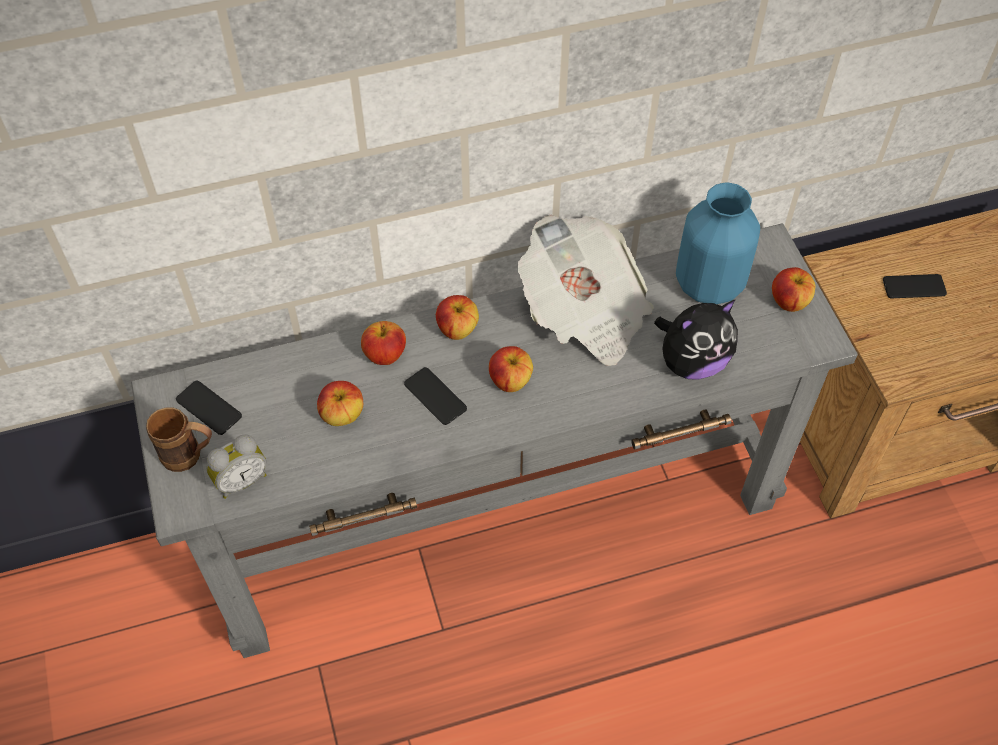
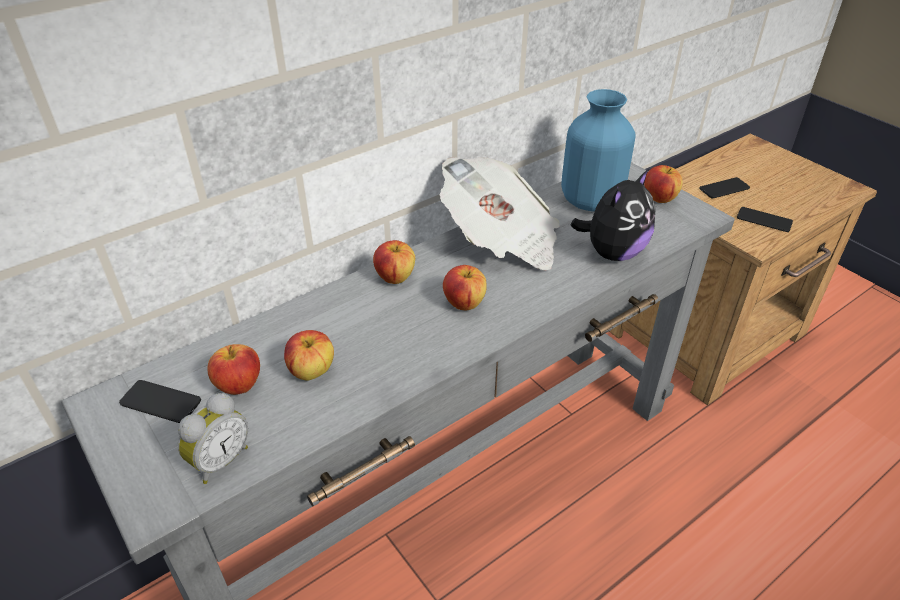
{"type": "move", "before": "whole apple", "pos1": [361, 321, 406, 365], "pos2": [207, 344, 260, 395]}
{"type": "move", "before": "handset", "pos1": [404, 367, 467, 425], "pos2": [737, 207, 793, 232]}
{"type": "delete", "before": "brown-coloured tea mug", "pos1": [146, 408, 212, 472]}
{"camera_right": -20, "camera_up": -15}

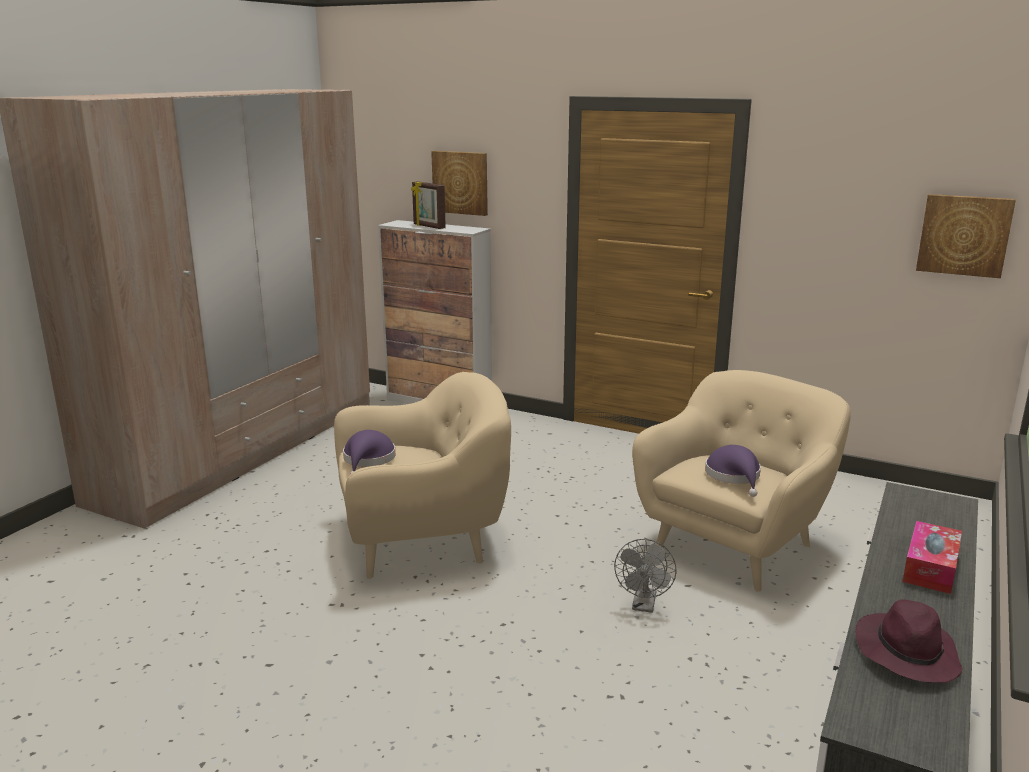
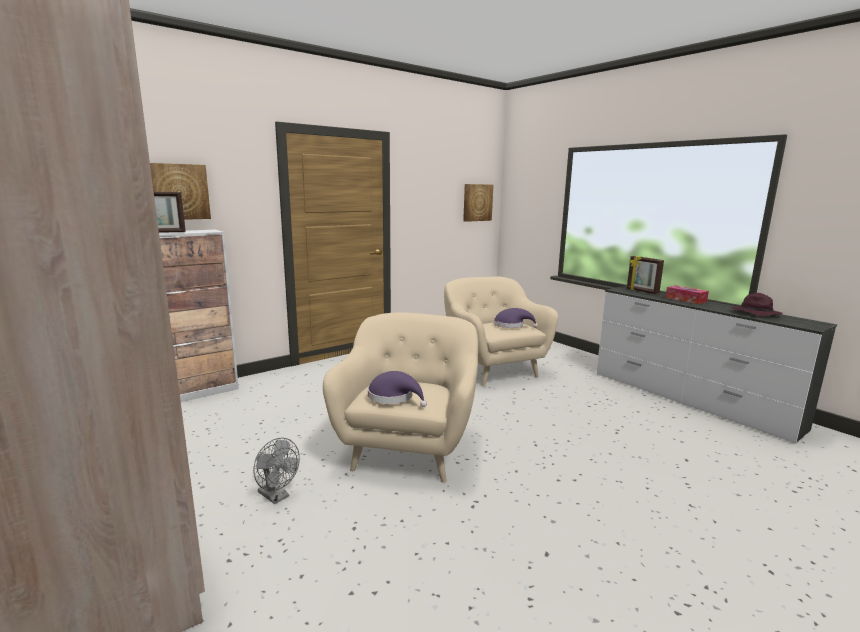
{"type": "move", "before": "grey cooling fan", "pos1": [614, 539, 677, 613], "pos2": [253, 438, 300, 504]}
{"type": "insert", "after": "standing frame", "pos2": [627, 256, 664, 294]}
{"camera_right": -65, "camera_up": -5}

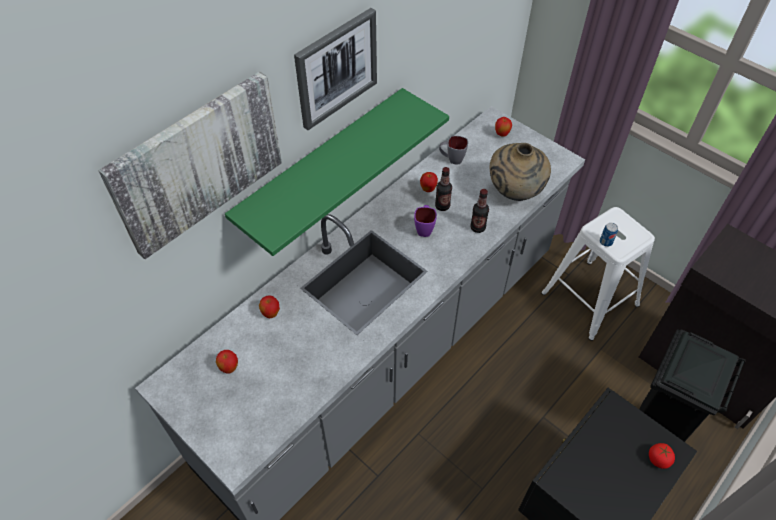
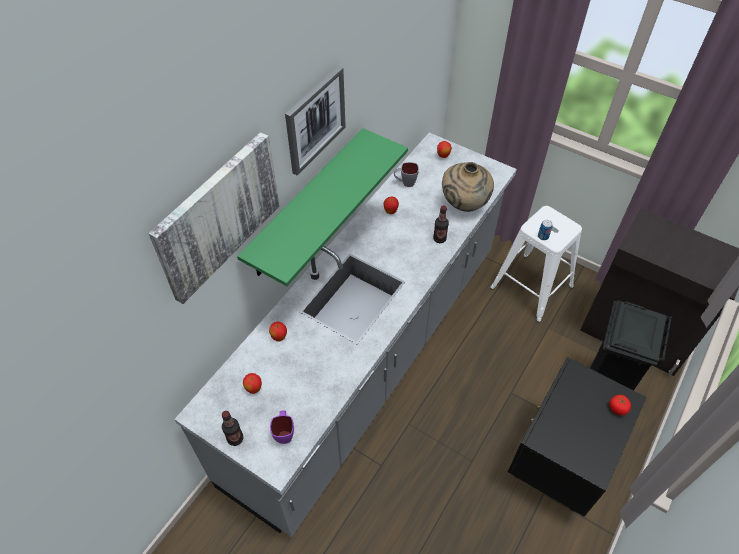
{"type": "move", "before": "bottle", "pos1": [435, 167, 452, 211], "pos2": [222, 411, 243, 446]}
{"type": "move", "before": "purple-coloured tea mug", "pos1": [414, 205, 437, 237], "pos2": [270, 410, 294, 444]}
{"camera_right": -10, "camera_up": 0}

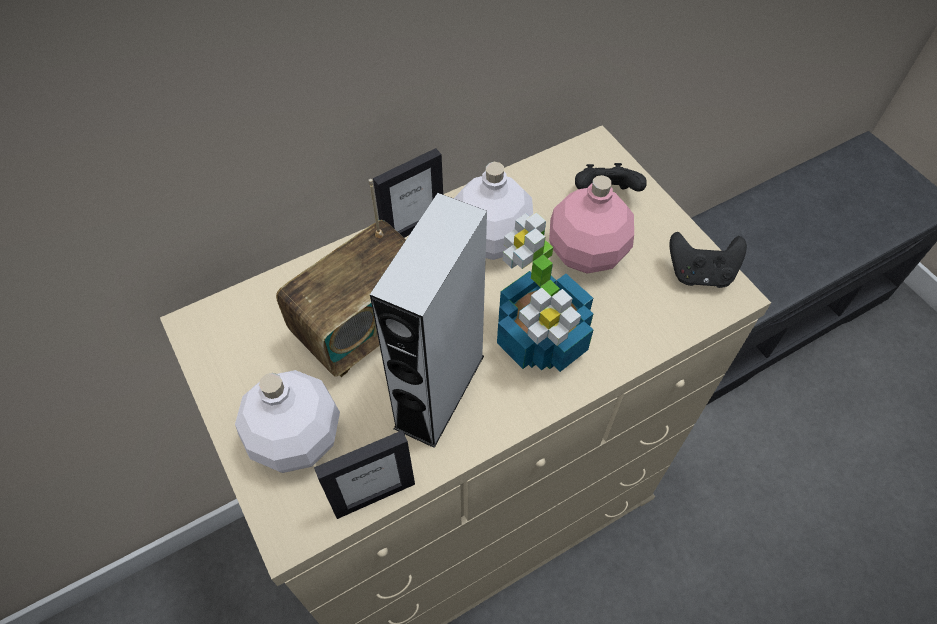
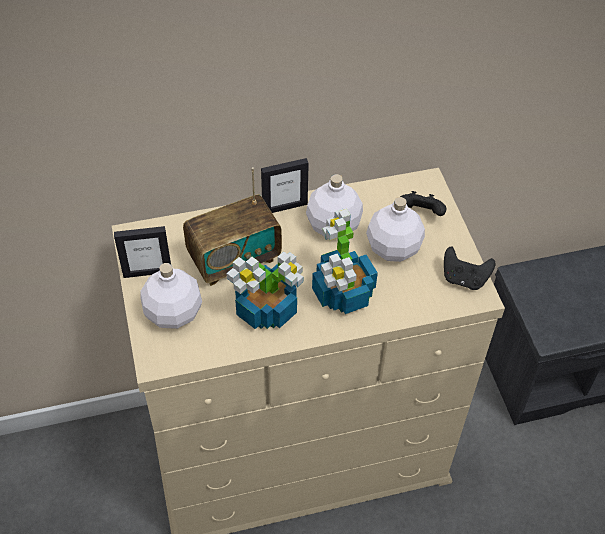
{"type": "move", "before": "standing frame", "pos1": [314, 430, 415, 519], "pos2": [114, 226, 171, 278]}
{"type": "replace", "before": "grey speaker", "after": "plant in a pot", "pos1": [370, 193, 487, 448], "pos2": [226, 252, 303, 329]}
{"type": "recolor", "before": "pink-coloured bottle", "after": "whitish bottle", "pos1": [549, 175, 634, 274], "pos2": [366, 197, 425, 262]}
{"camera_right": 15, "camera_up": -5}

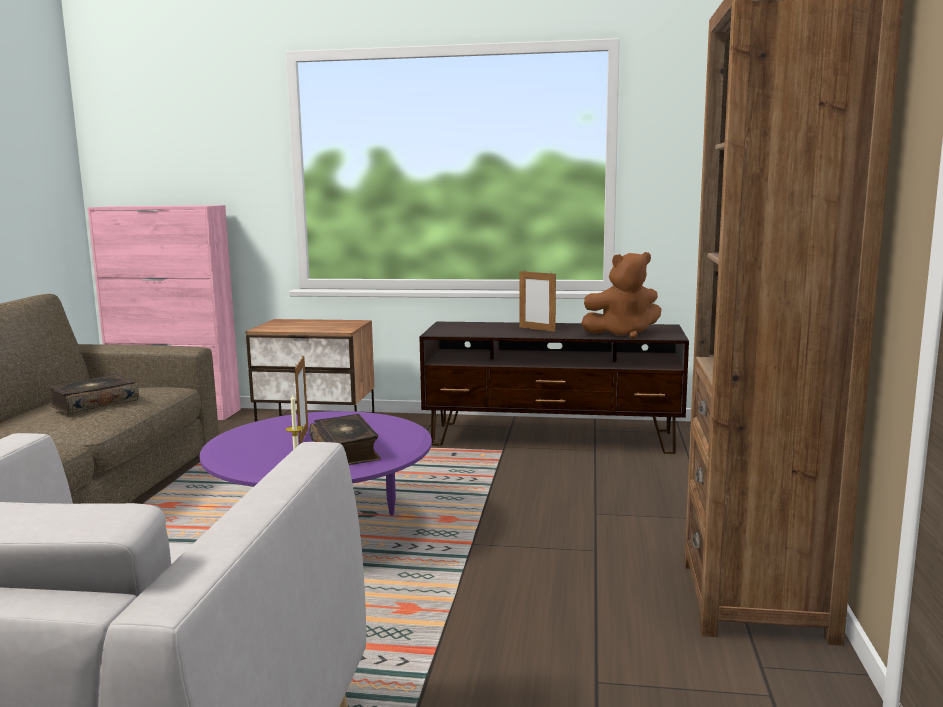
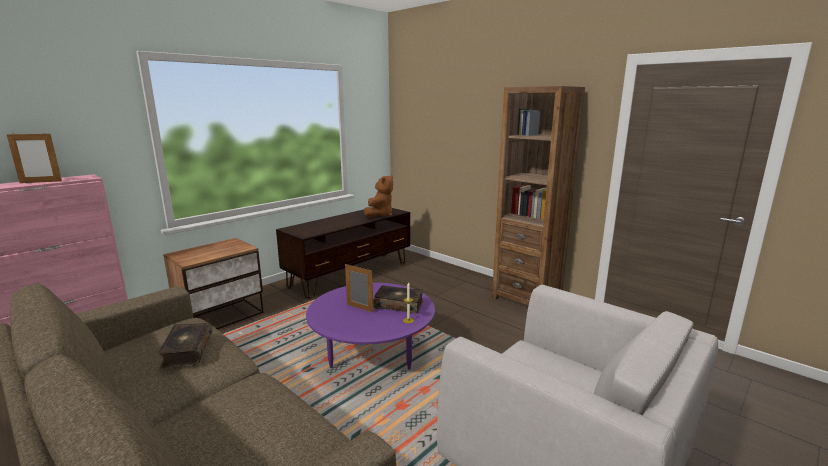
{"type": "move", "before": "standing frame", "pos1": [519, 271, 556, 332], "pos2": [7, 133, 62, 183]}
{"camera_right": -55, "camera_up": 5}

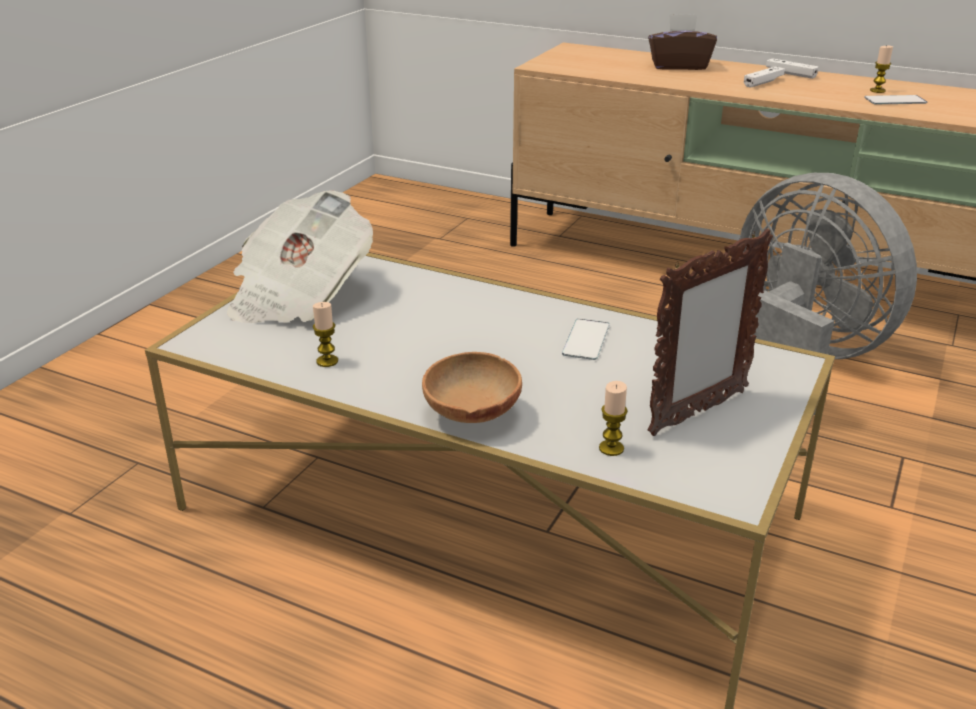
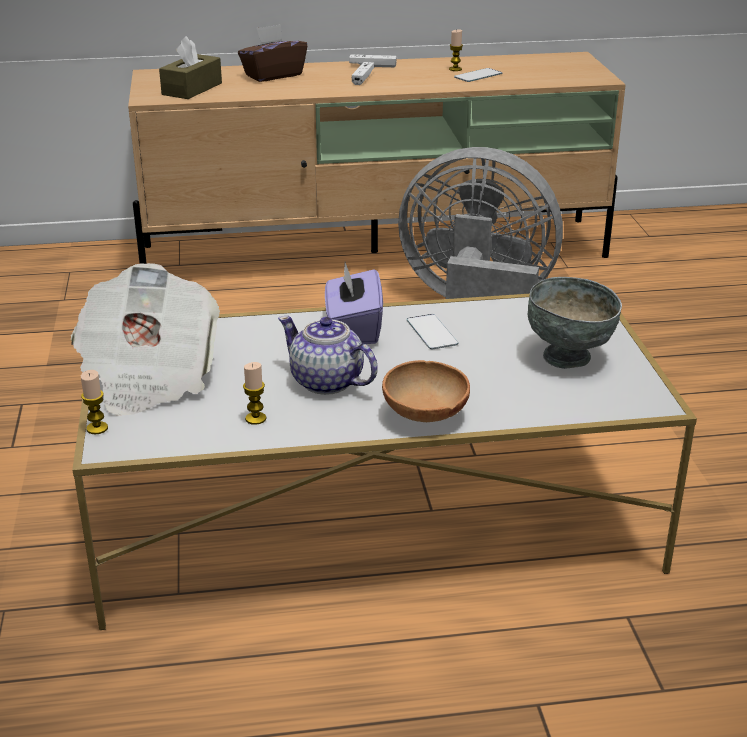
{"type": "move", "before": "candle", "pos1": [599, 381, 628, 456], "pos2": [81, 370, 108, 434]}
{"type": "insert", "after": "brown-coloured box of tissues", "pos2": [159, 36, 222, 99]}
{"type": "insert", "after": "tea pot", "pos2": [278, 316, 378, 395]}
{"type": "insert", "after": "purple-coloured box of tissues", "pos2": [325, 262, 383, 344]}
{"type": "replace", "before": "standing frame", "after": "grey serving bowl", "pos1": [648, 229, 773, 436], "pos2": [528, 277, 622, 369]}
{"camera_right": -35, "camera_up": 0}

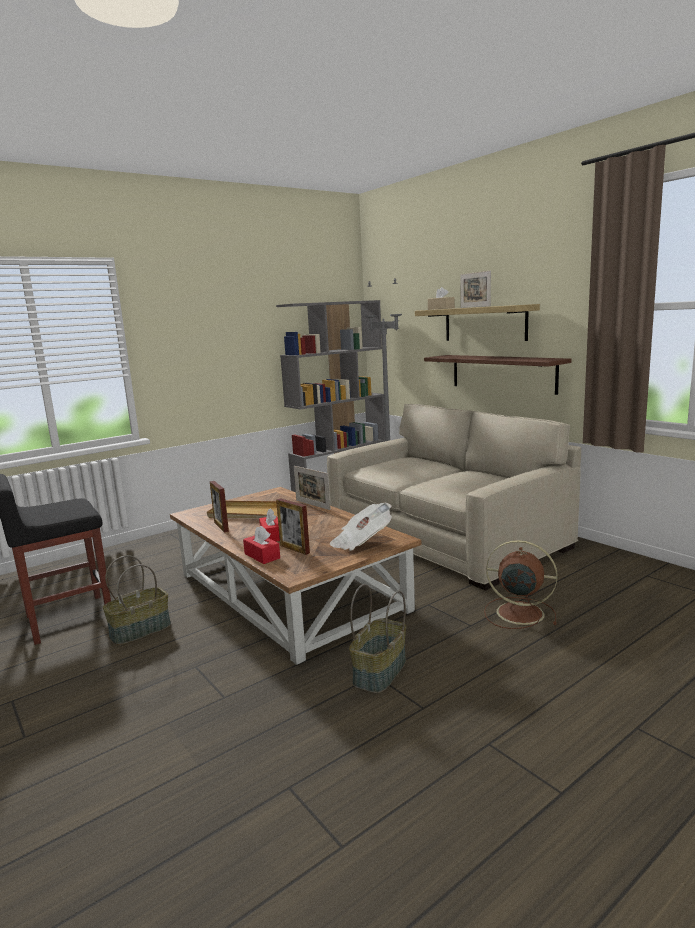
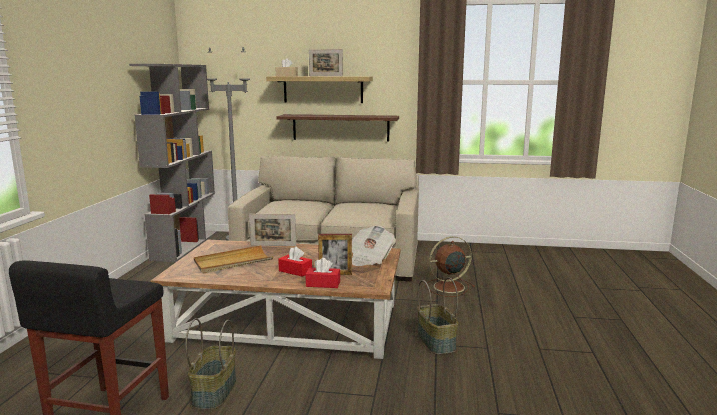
{"type": "delete", "before": "standing frame", "pos1": [210, 481, 229, 532]}
{"camera_right": -45, "camera_up": 0}

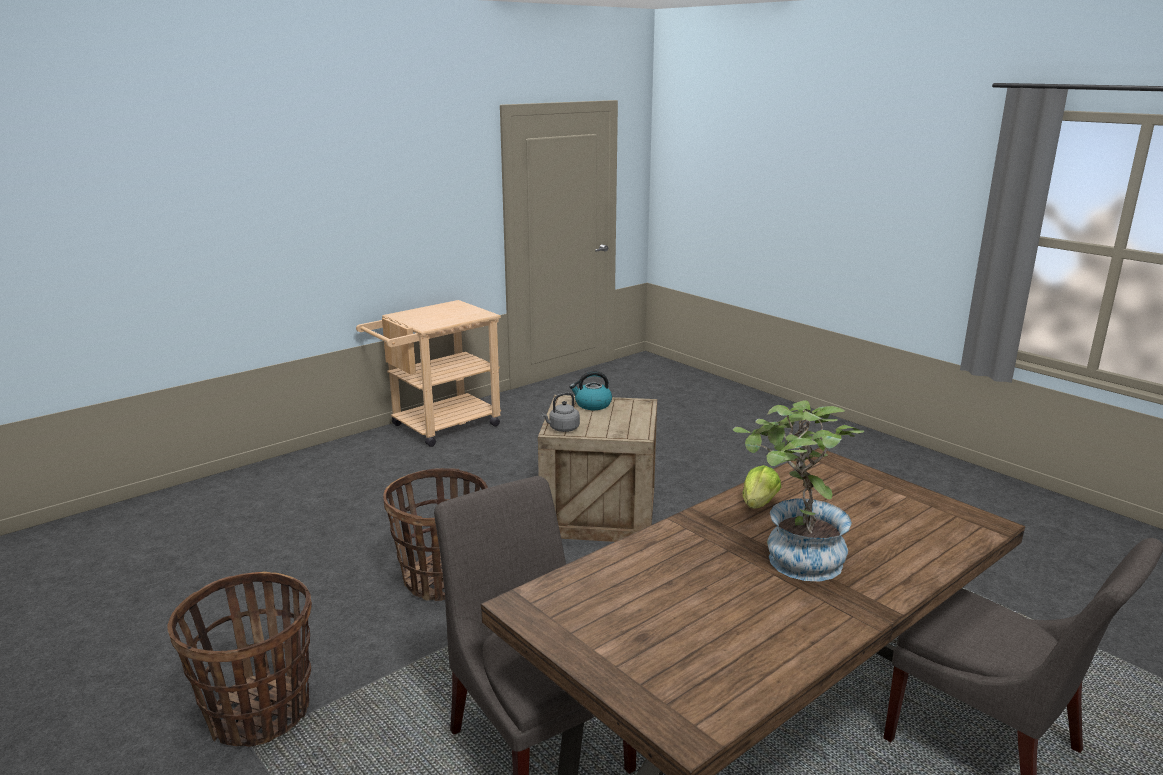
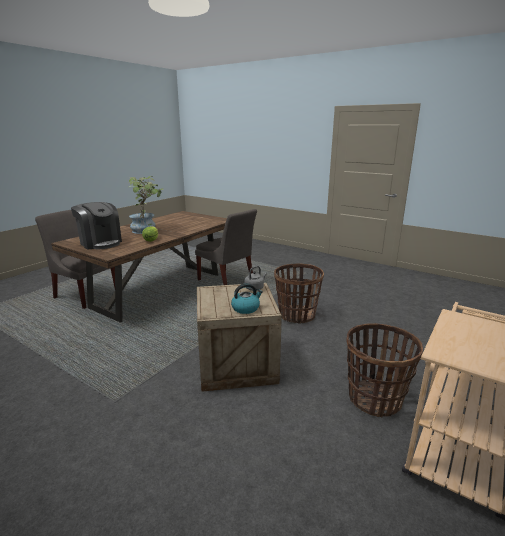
{"type": "insert", "after": "coffee maker", "pos2": [71, 202, 122, 249]}
{"type": "move", "before": "basket", "pos1": [167, 571, 312, 747], "pos2": [346, 323, 423, 417]}
{"camera_right": 165, "camera_up": 0}

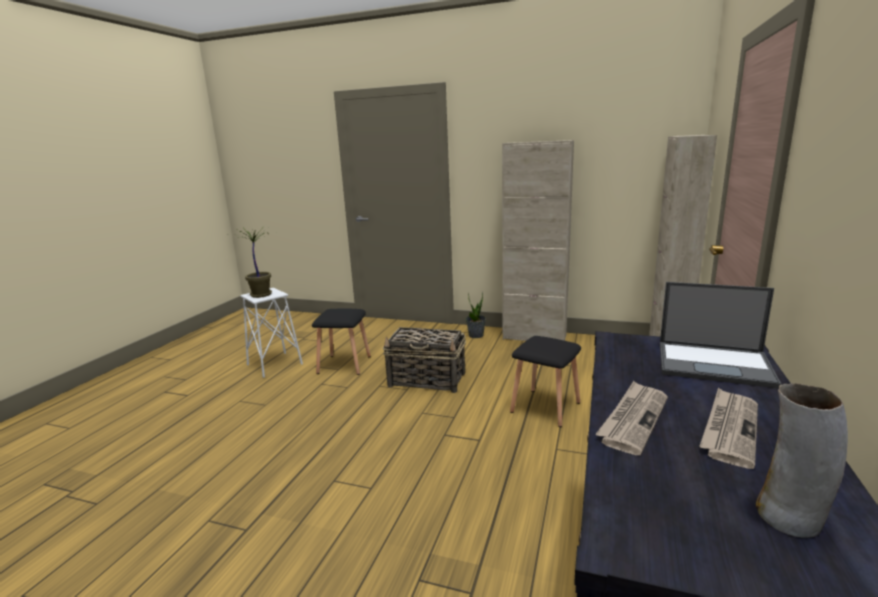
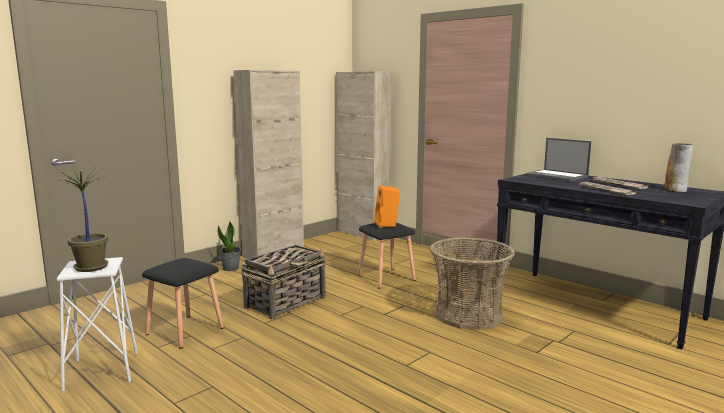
{"type": "insert", "after": "orange-coloured speaker", "pos2": [374, 186, 400, 228]}
{"type": "insert", "after": "basket", "pos2": [430, 237, 515, 330]}
{"type": "rotate", "before": "portable computer", "pos1": [660, 282, 781, 388], "pos2": [525, 138, 592, 182], "turn": 90}
{"camera_right": -65, "camera_up": -5}

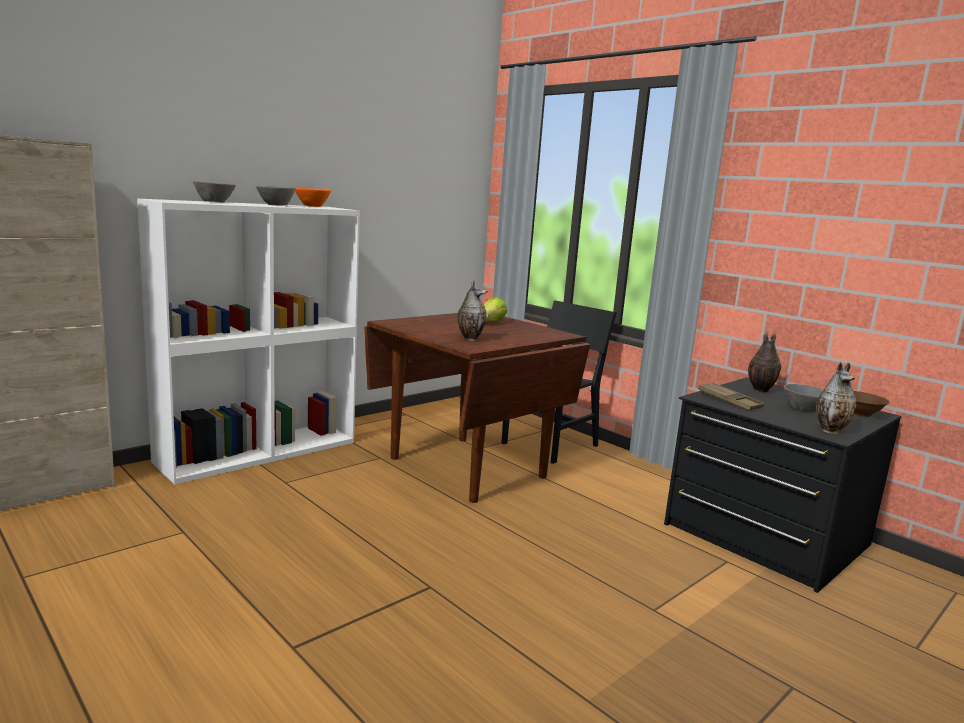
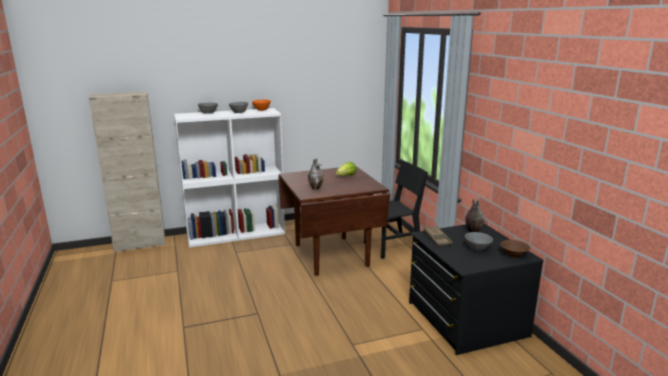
{"type": "delete", "before": "vase", "pos1": [816, 362, 857, 434]}
{"camera_right": 25, "camera_up": 5}

